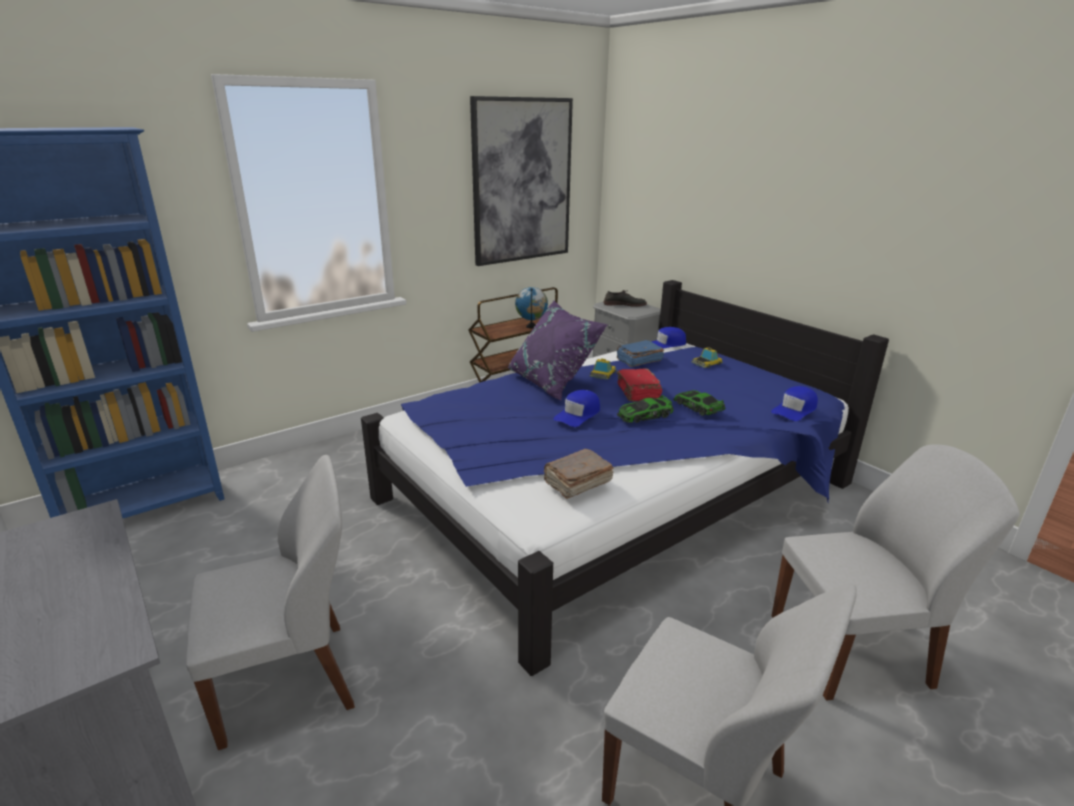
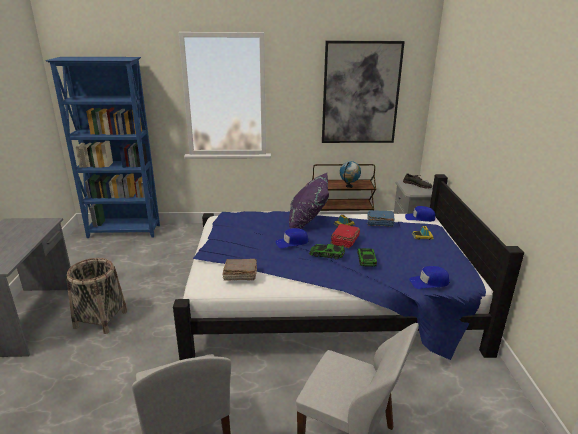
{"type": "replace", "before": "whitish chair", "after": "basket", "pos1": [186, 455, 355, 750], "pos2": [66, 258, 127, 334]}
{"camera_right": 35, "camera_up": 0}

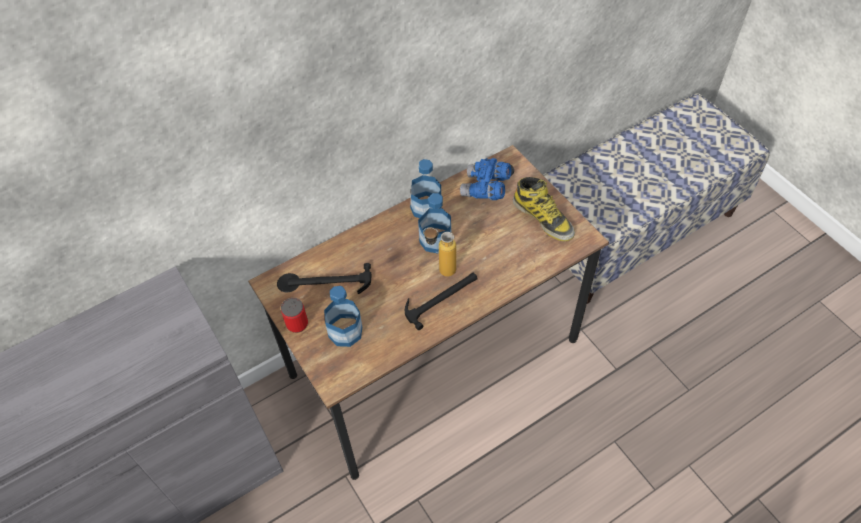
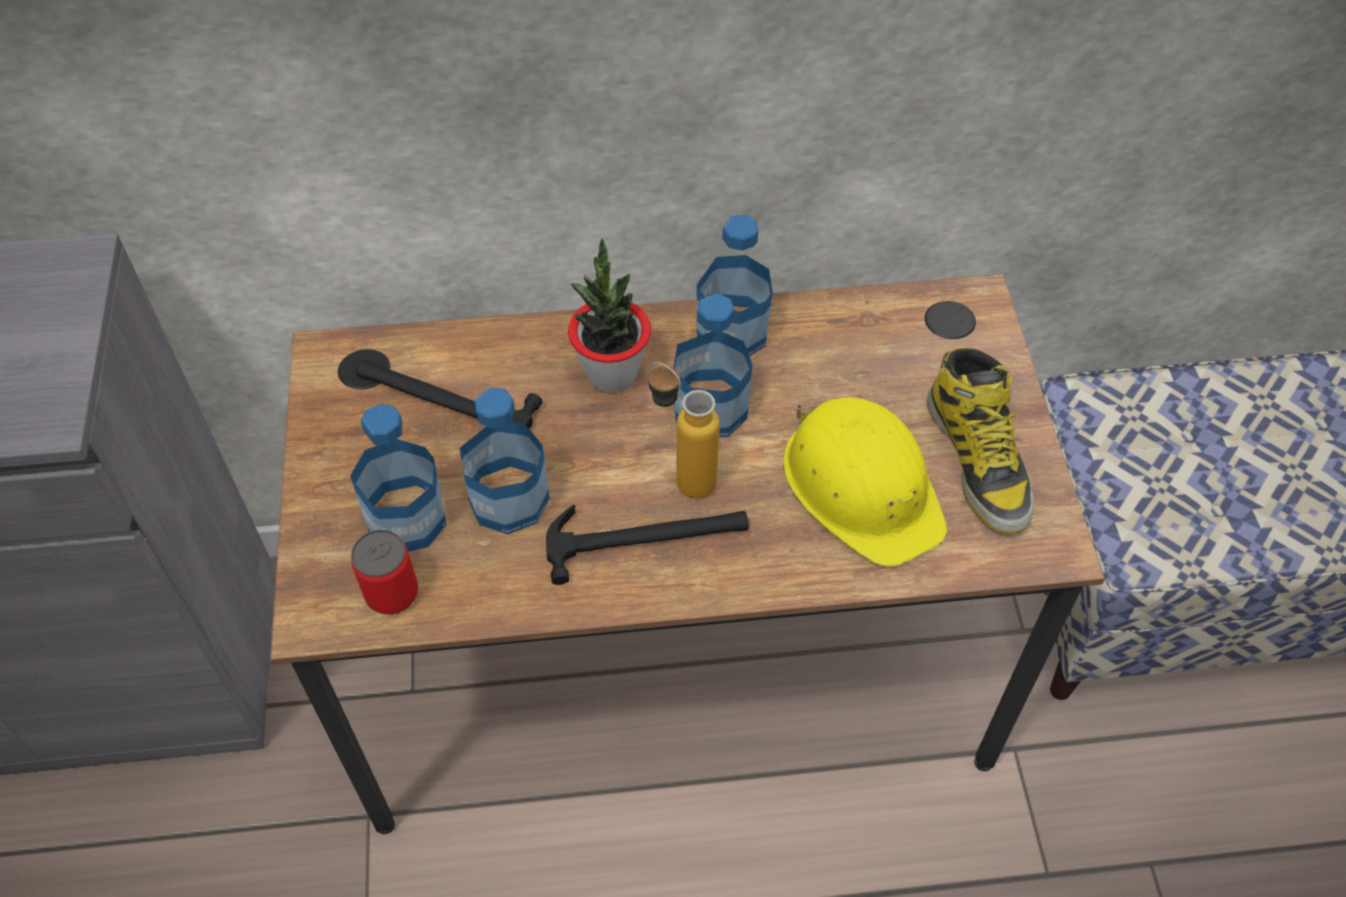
{"type": "move", "before": "can", "pos1": [281, 298, 308, 333], "pos2": [351, 530, 418, 615]}
{"type": "insert", "after": "bottle", "pos2": [460, 387, 550, 534]}
{"type": "insert", "after": "plant in a pot", "pos2": [568, 238, 651, 392]}
{"type": "insert", "after": "yellow hard hat", "pos2": [783, 397, 948, 567]}
{"type": "delete", "before": "blue-coloured pair of binoculars", "pos1": [460, 158, 512, 200]}
{"camera_right": 25, "camera_up": 0}

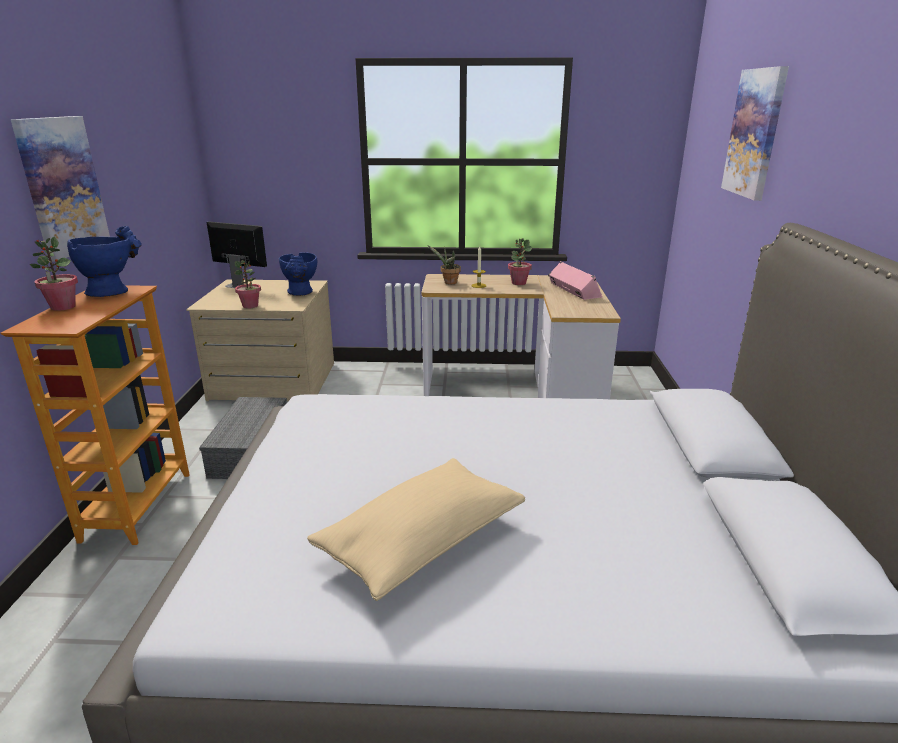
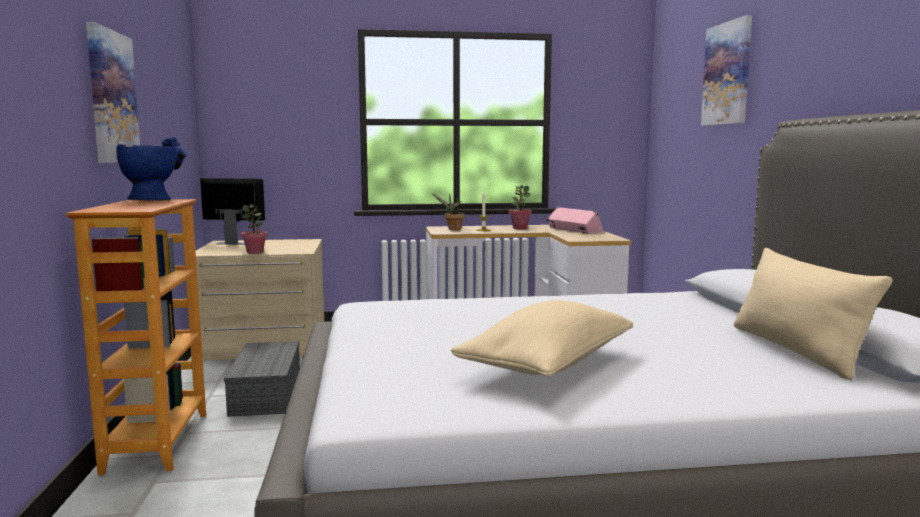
{"type": "insert", "after": "sand-coloured pillow", "pos2": [733, 248, 893, 380]}
{"type": "delete", "before": "plant in a pot", "pos1": [30, 237, 78, 311]}
{"type": "delete", "before": "blue-coloured vase", "pos1": [279, 252, 317, 296]}
{"camera_right": -10, "camera_up": -15}

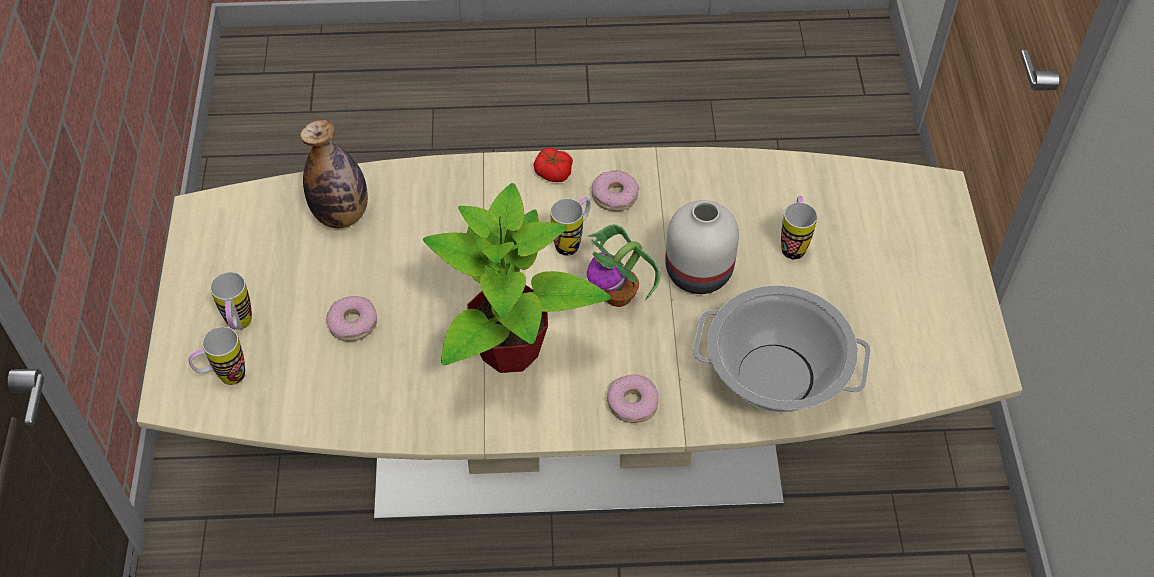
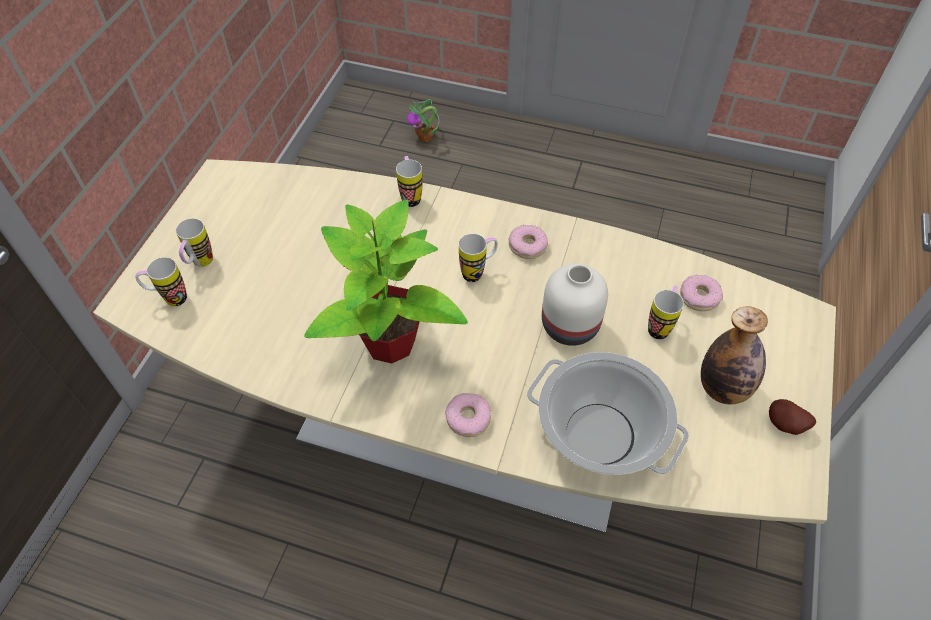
{"type": "insert", "after": "tea mug", "pos2": [396, 156, 422, 207]}
{"type": "move", "before": "plant in a pot", "pos1": [587, 224, 660, 307], "pos2": [407, 99, 440, 142]}
{"type": "move", "before": "ring doughnut", "pos1": [326, 296, 377, 341], "pos2": [680, 275, 723, 311]}
{"type": "move", "before": "bottle", "pos1": [300, 120, 368, 228], "pos2": [701, 306, 768, 404]}
{"type": "insert", "after": "whole potato", "pos2": [769, 399, 816, 435]}
{"type": "delete", "before": "tomato", "pos1": [534, 148, 573, 182]}
{"camera_right": 20, "camera_up": 0}

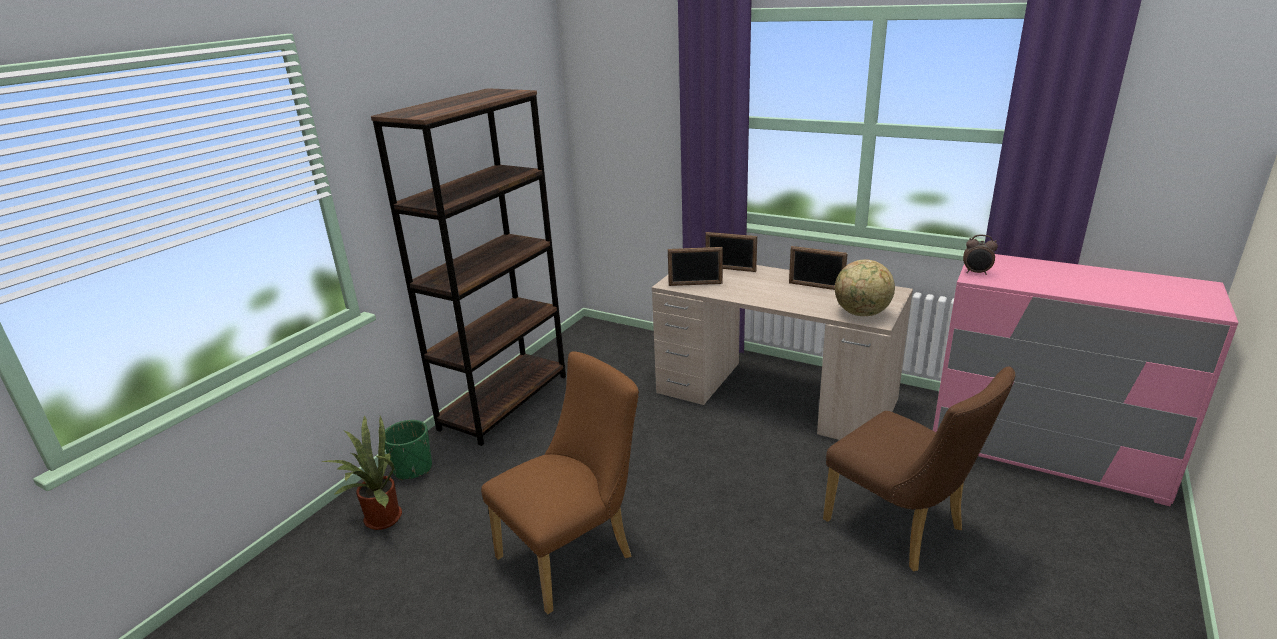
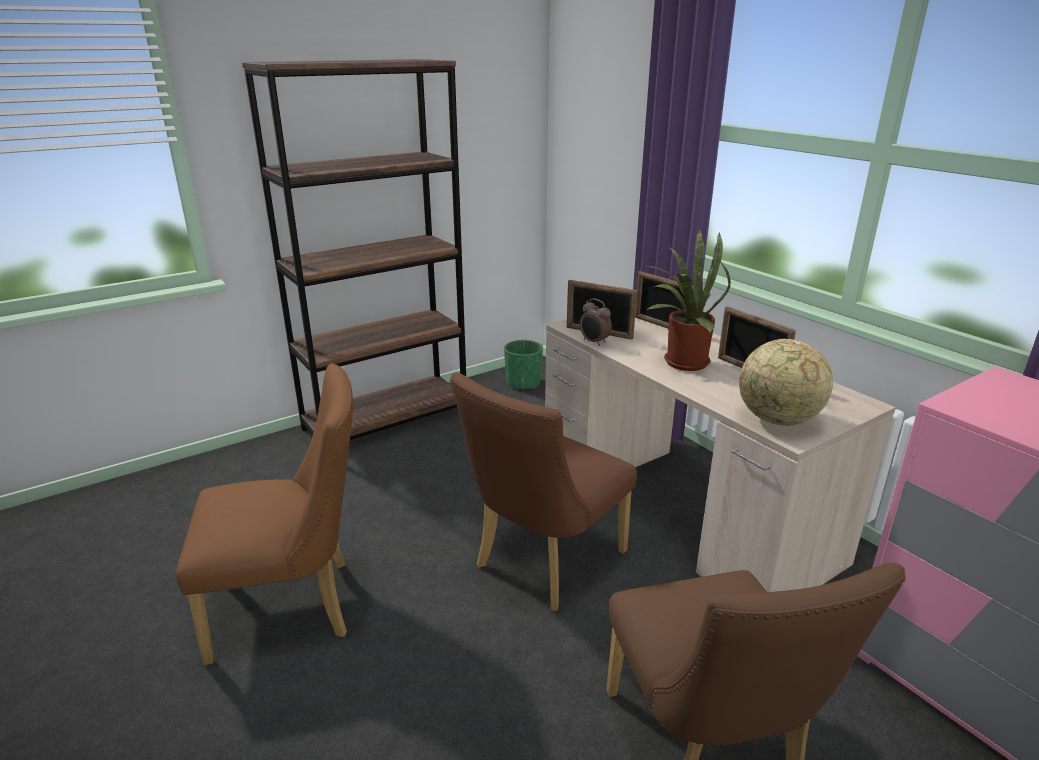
{"type": "insert", "after": "brown-coloured chair", "pos2": [450, 372, 637, 611]}
{"type": "move", "before": "greenish planter", "pos1": [385, 420, 432, 480], "pos2": [504, 340, 543, 389]}
{"type": "move", "before": "bedside clock", "pos1": [963, 235, 998, 275], "pos2": [580, 298, 612, 346]}
{"type": "move", "before": "plant in a pot", "pos1": [322, 415, 402, 530], "pos2": [643, 229, 731, 371]}
{"camera_right": 25, "camera_up": 0}

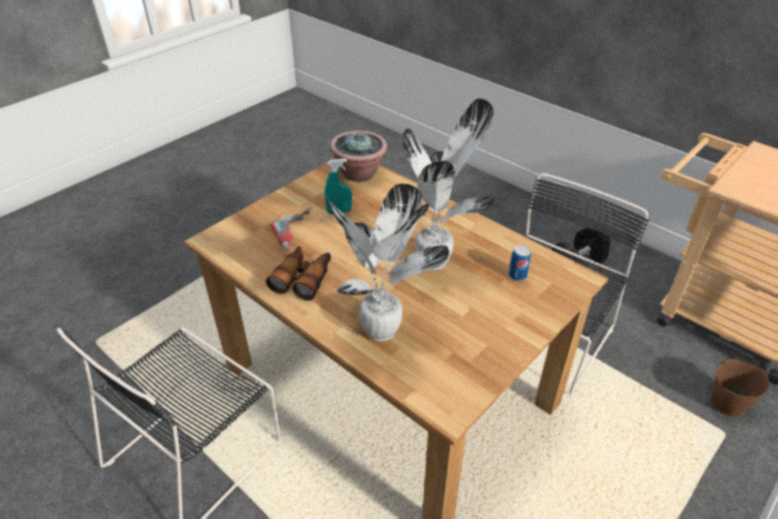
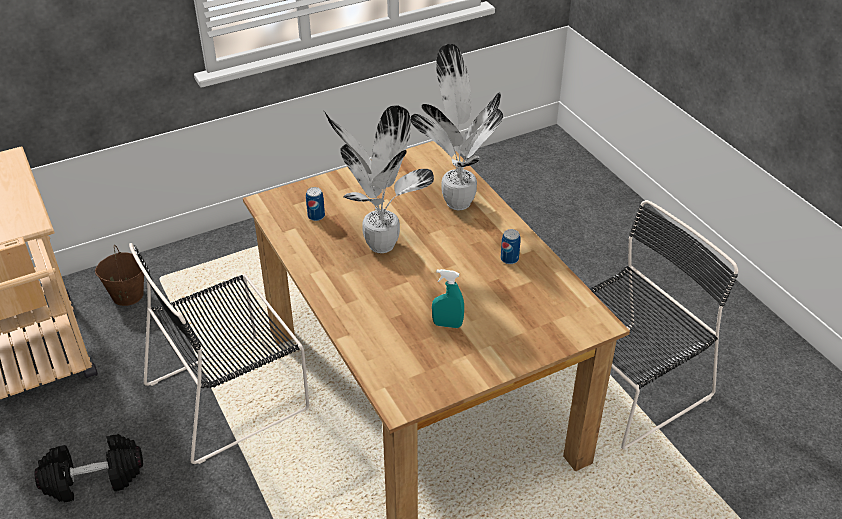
{"type": "replace", "before": "pair of binoculars", "after": "can", "pos1": [266, 246, 331, 301], "pos2": [501, 229, 520, 264]}
{"type": "delete", "before": "drill", "pos1": [271, 208, 312, 250]}
{"type": "delete", "before": "plant in a pot", "pos1": [330, 131, 387, 182]}
{"camera_right": -160, "camera_up": 0}

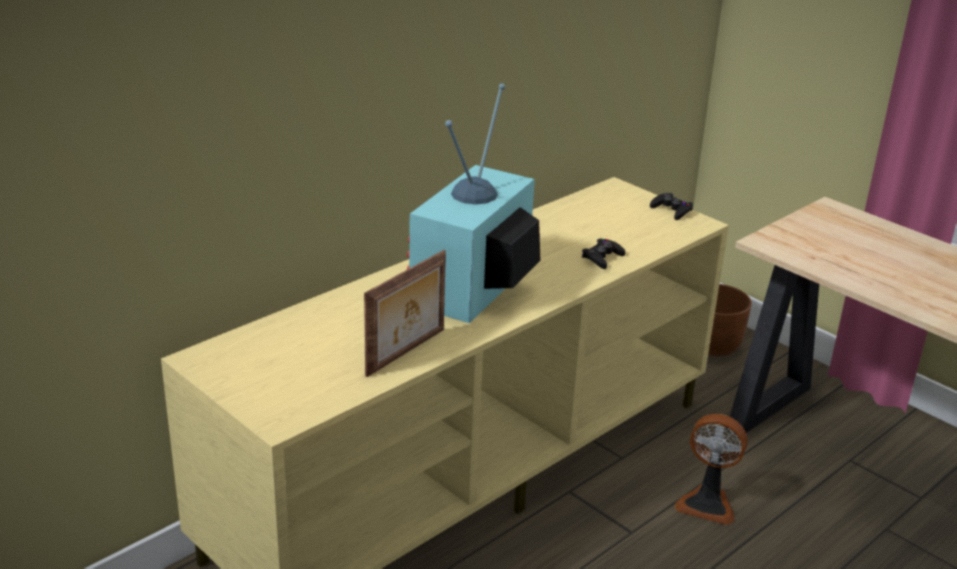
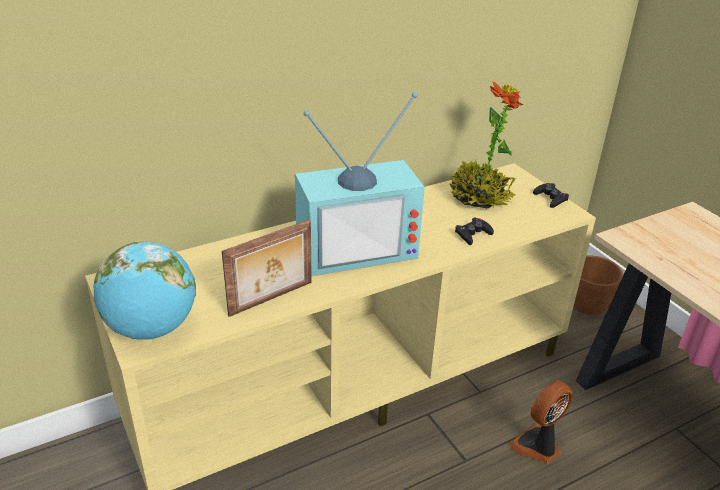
{"type": "insert", "after": "globe", "pos2": [93, 242, 196, 340]}
{"type": "rotate", "before": "TV", "pos1": [407, 83, 540, 323], "pos2": [295, 92, 425, 276], "turn": -150}
{"type": "insert", "after": "plant in a pot", "pos2": [449, 81, 523, 208]}
{"type": "rotate", "before": "cooling fan", "pos1": [675, 414, 747, 525], "pos2": [509, 380, 573, 463], "turn": 105}
{"camera_right": 15, "camera_up": 5}

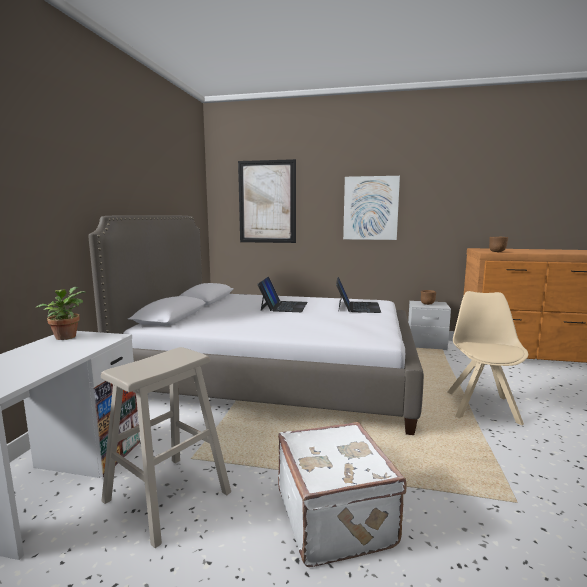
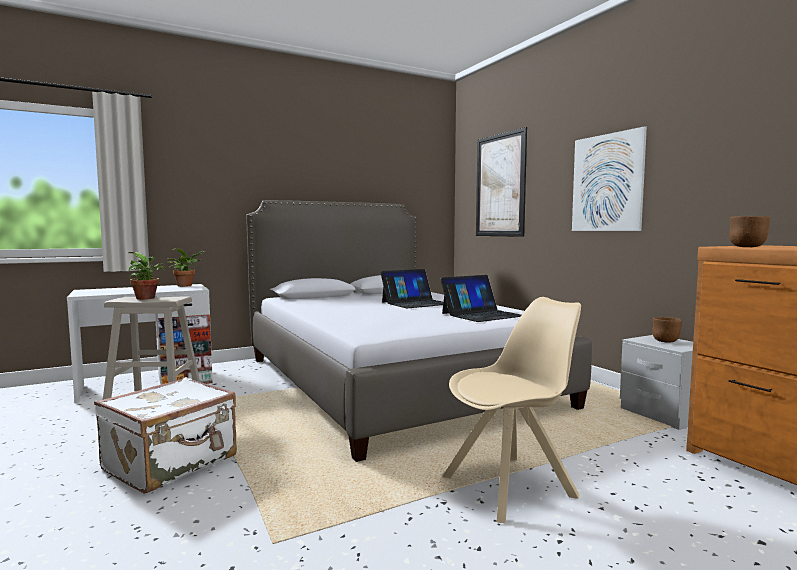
{"type": "insert", "after": "plant in a pot", "pos2": [128, 252, 165, 300]}
{"camera_right": 50, "camera_up": -5}

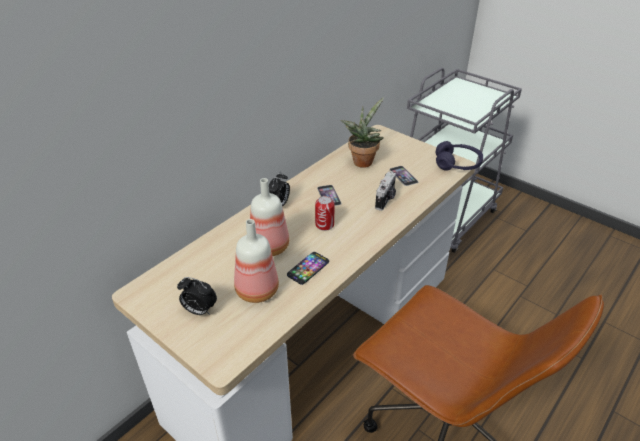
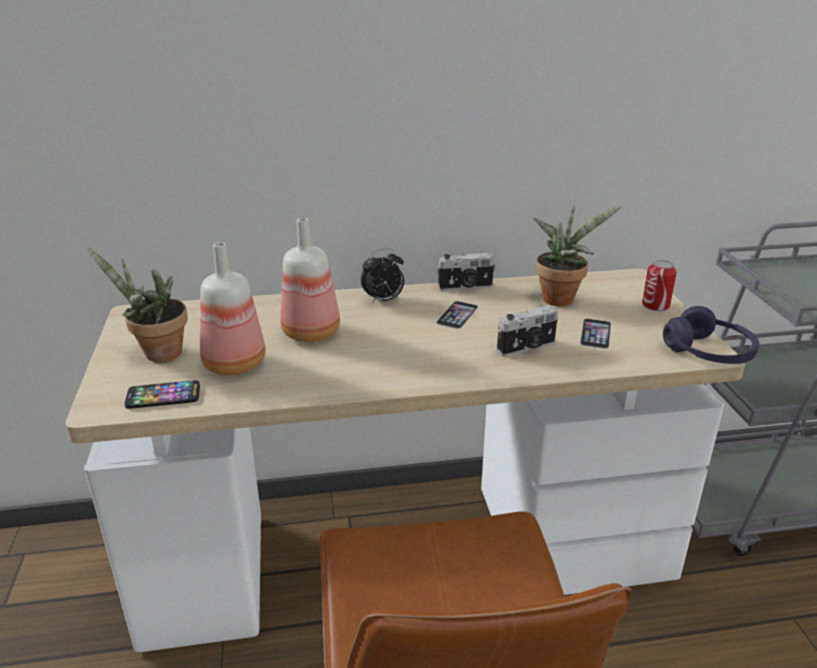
{"type": "replace", "before": "bedside clock", "after": "plant in a pot", "pos1": [177, 277, 217, 315], "pos2": [87, 247, 188, 362]}
{"type": "move", "before": "handset", "pos1": [287, 252, 329, 285], "pos2": [125, 380, 200, 409]}
{"type": "insert", "after": "photo camera", "pos2": [437, 253, 495, 291]}
{"type": "move", "before": "can", "pos1": [315, 196, 335, 231], "pos2": [642, 260, 677, 311]}
{"camera_right": 40, "camera_up": -10}

